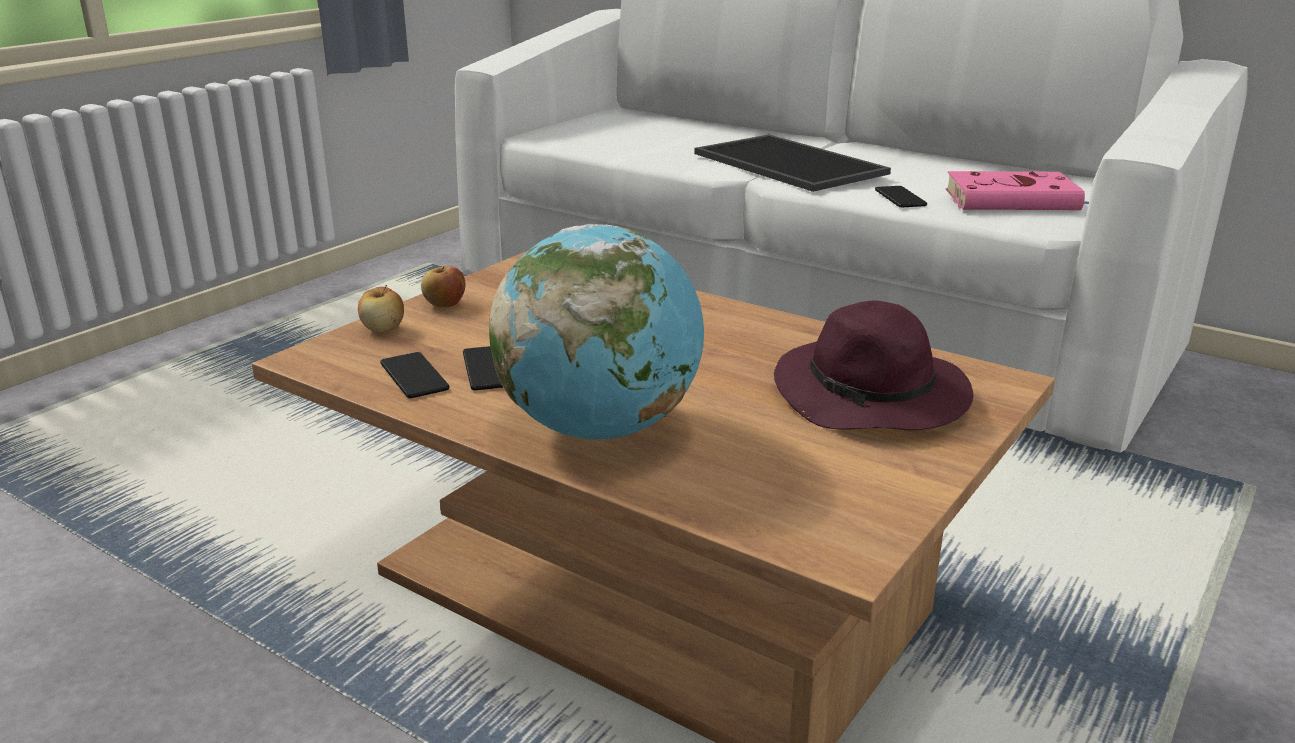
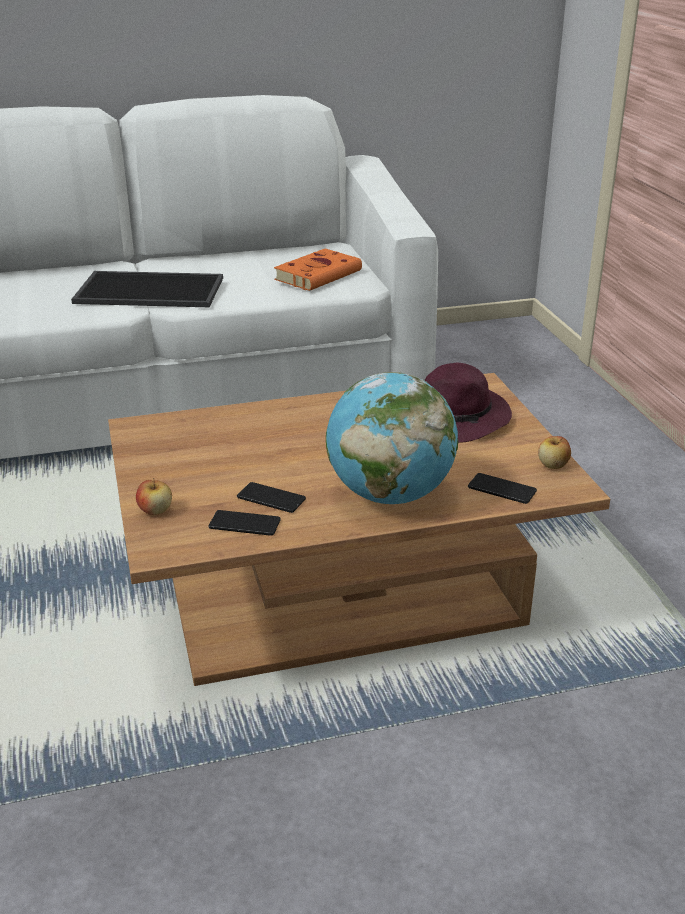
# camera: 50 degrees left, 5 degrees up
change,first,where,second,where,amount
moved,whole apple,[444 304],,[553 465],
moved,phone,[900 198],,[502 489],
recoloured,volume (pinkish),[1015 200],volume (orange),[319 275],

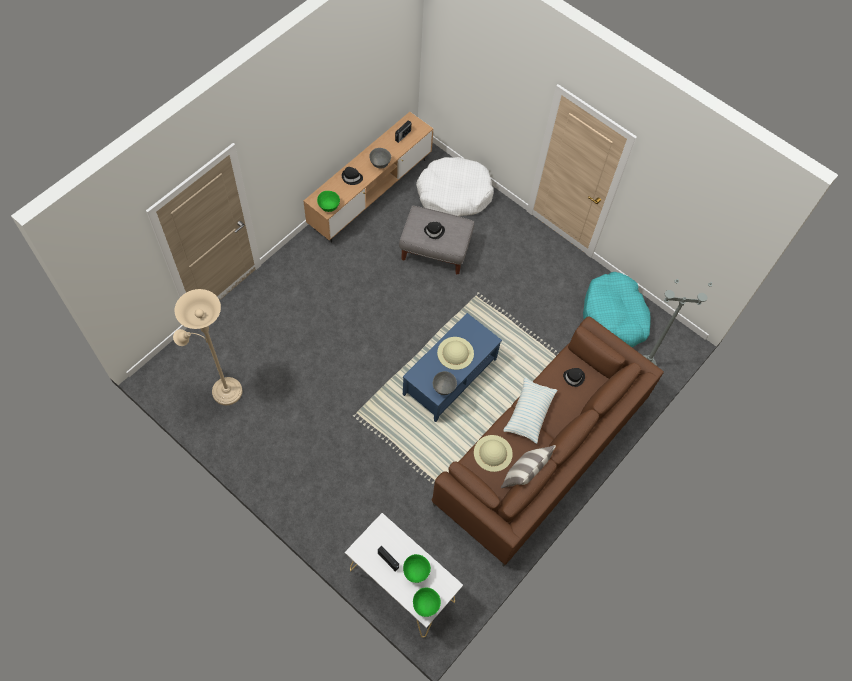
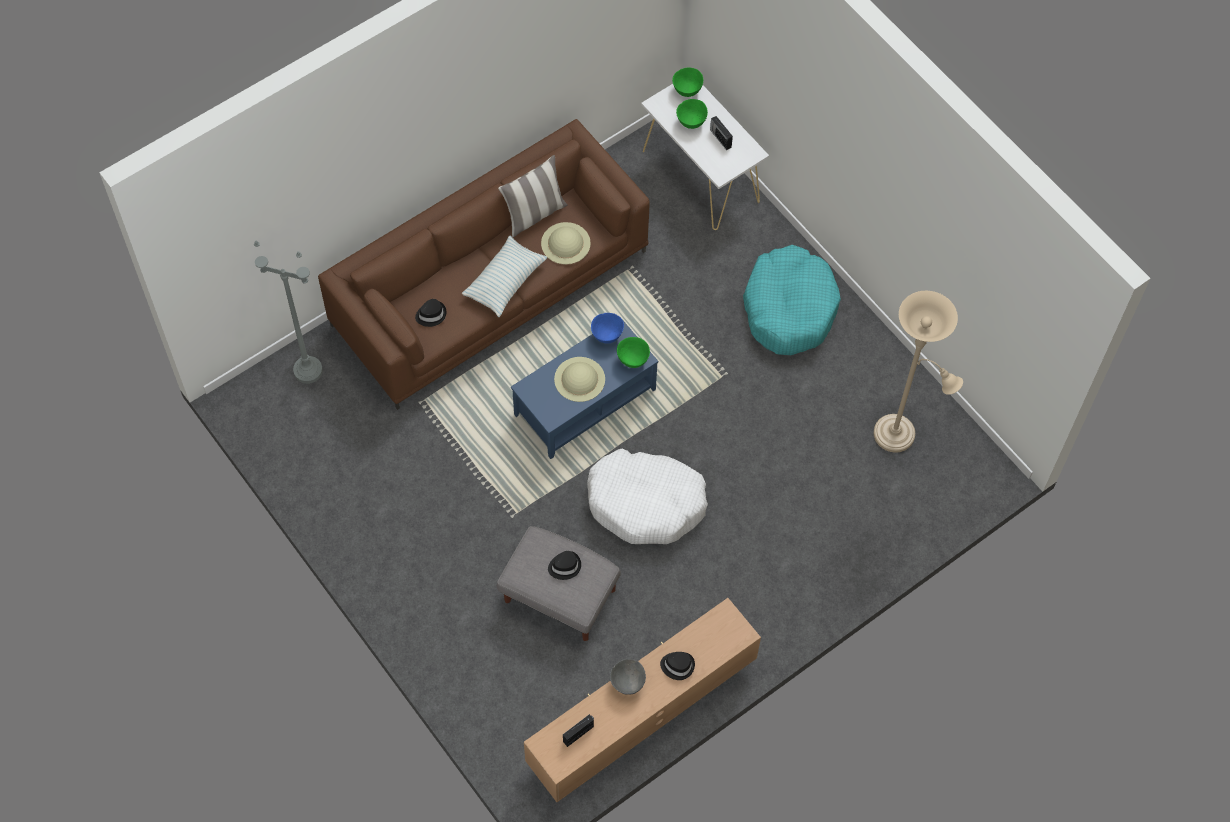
# camera: 165 degrees left, 0 degrees up
change,first,where,second,where,amount
moved,bowl (greenish),[328 207],,[633 360],
moved,pet bed (whitish),[454 193],,[646 503],
recoloured,bowl (grey),[444 388],bowl (blue-coloured),[606 336],
moved,pet bed (turquoise),[614 316],,[789 308],

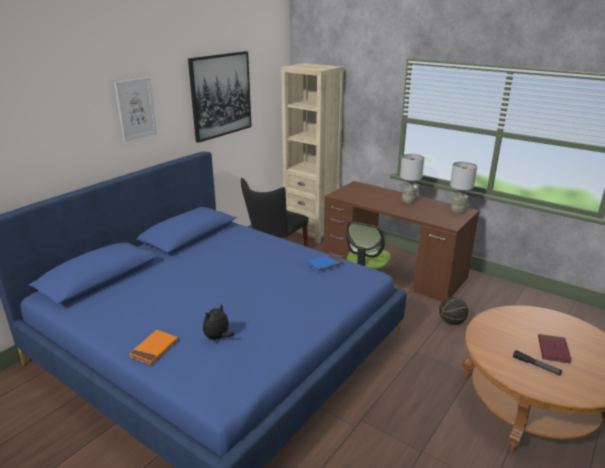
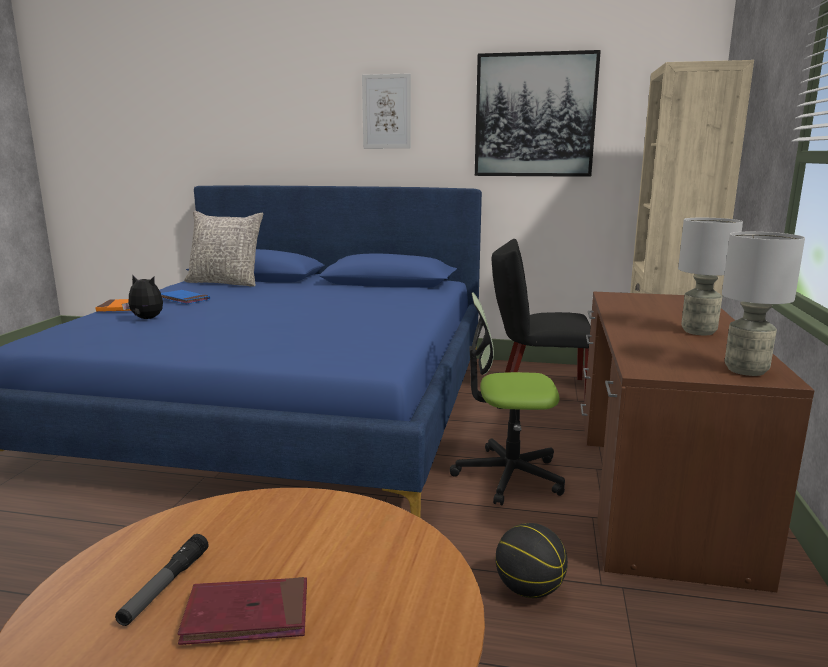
# camera: 65 degrees right, 10 degrees down
change,first,where,second,where,amount
moved,volume (blue-coloured),[325 264],,[184 299],
added,,,cushion (grey),[226 283],

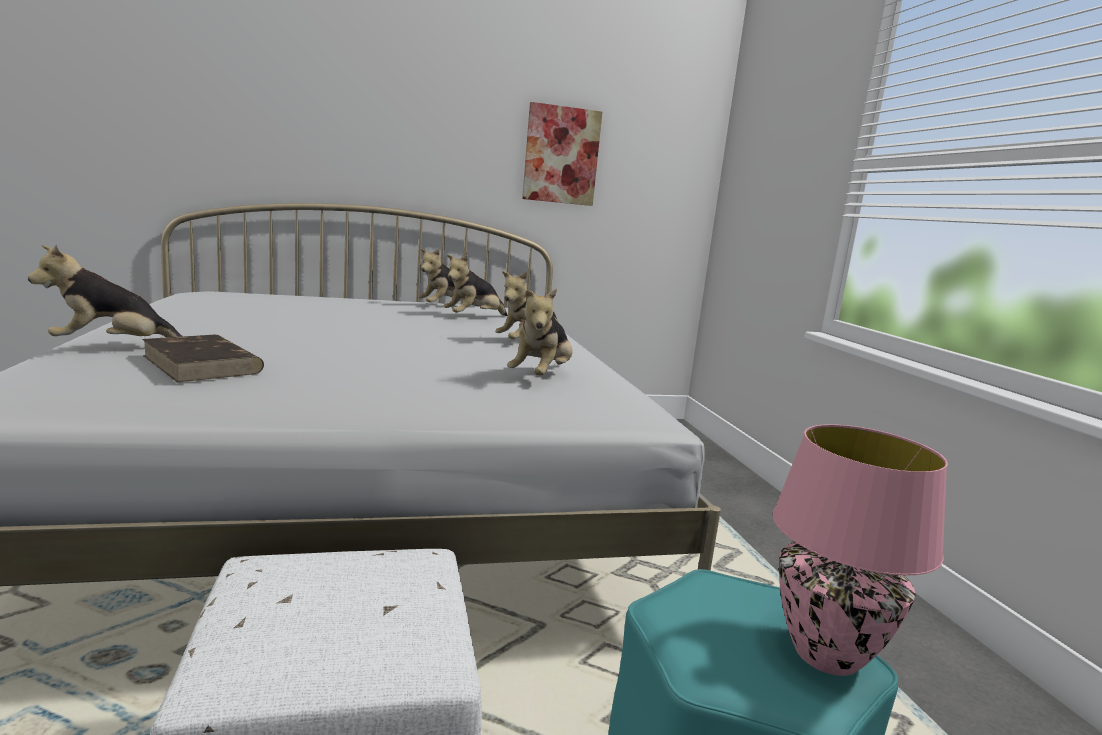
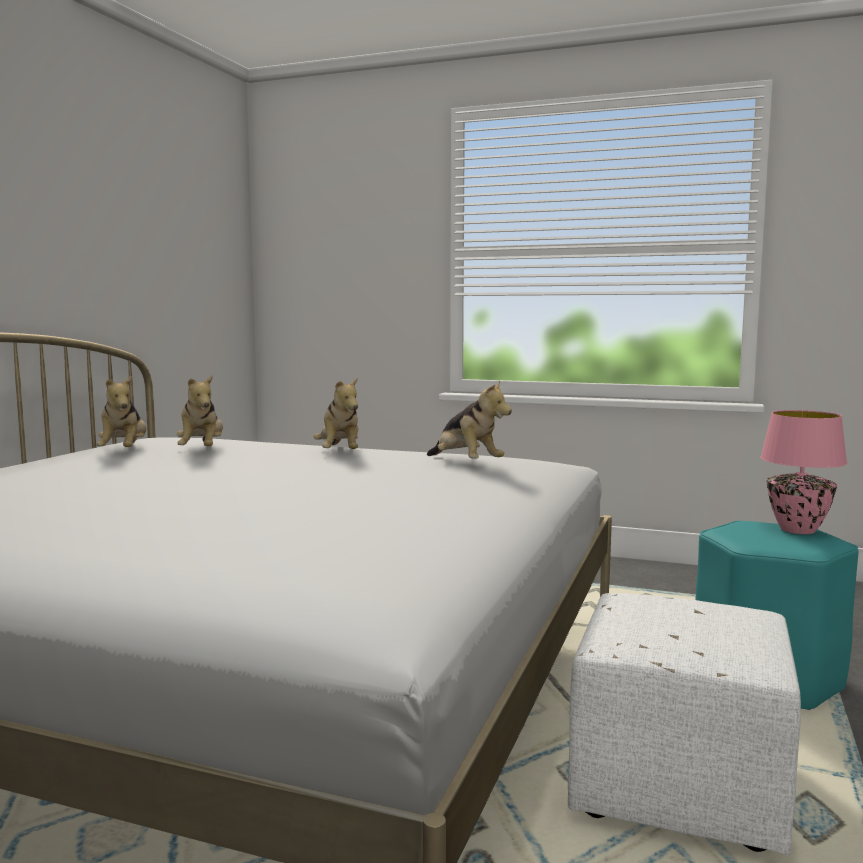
# camera: 55 degrees left, 5 degrees down
change,first,where,second,where,amount
removed,plush toy,[114 347],,,
removed,volume (brown),[202 364],,,
removed,picture,[561 155],,,

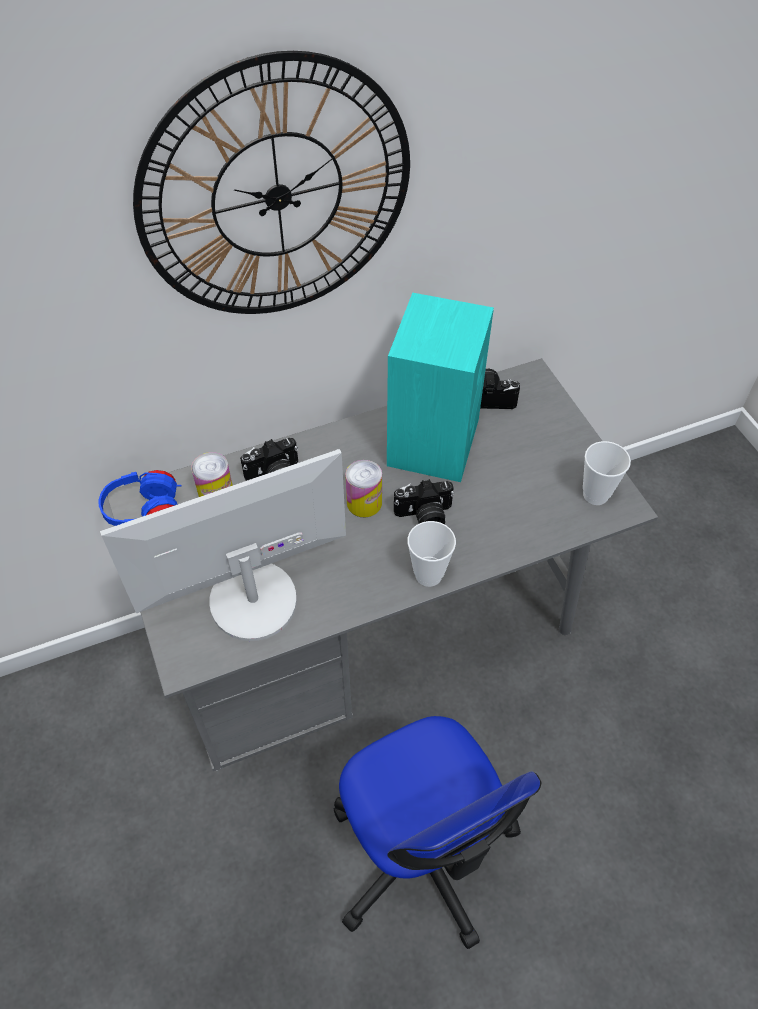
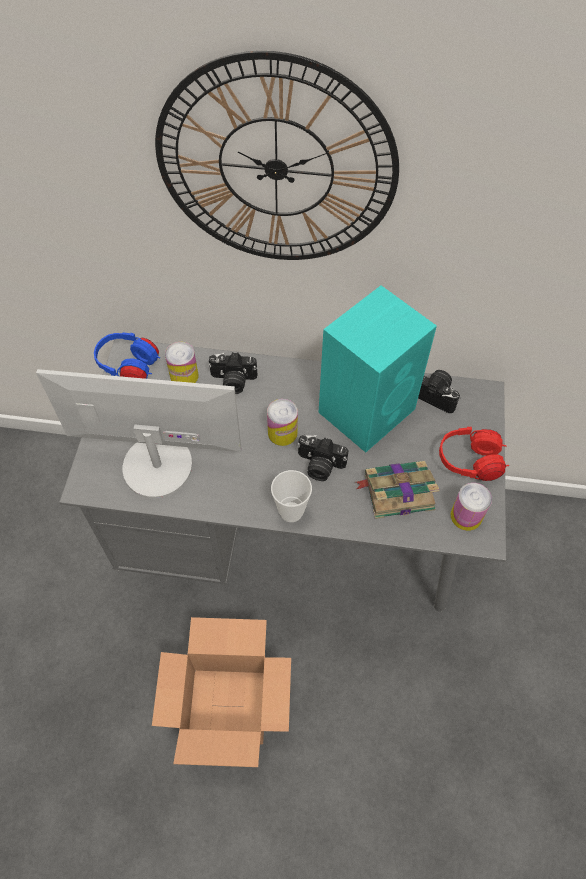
# camera: 30 degrees right, 5 degrees up
change,first,where,second,where,amount
replaced,office chair,[421 852],carton,[226 707],
replaced,drinking cup,[595 495],can,[466 516],
added,,,volume,[397 491],
added,,,headset (red-coloured),[469 462],

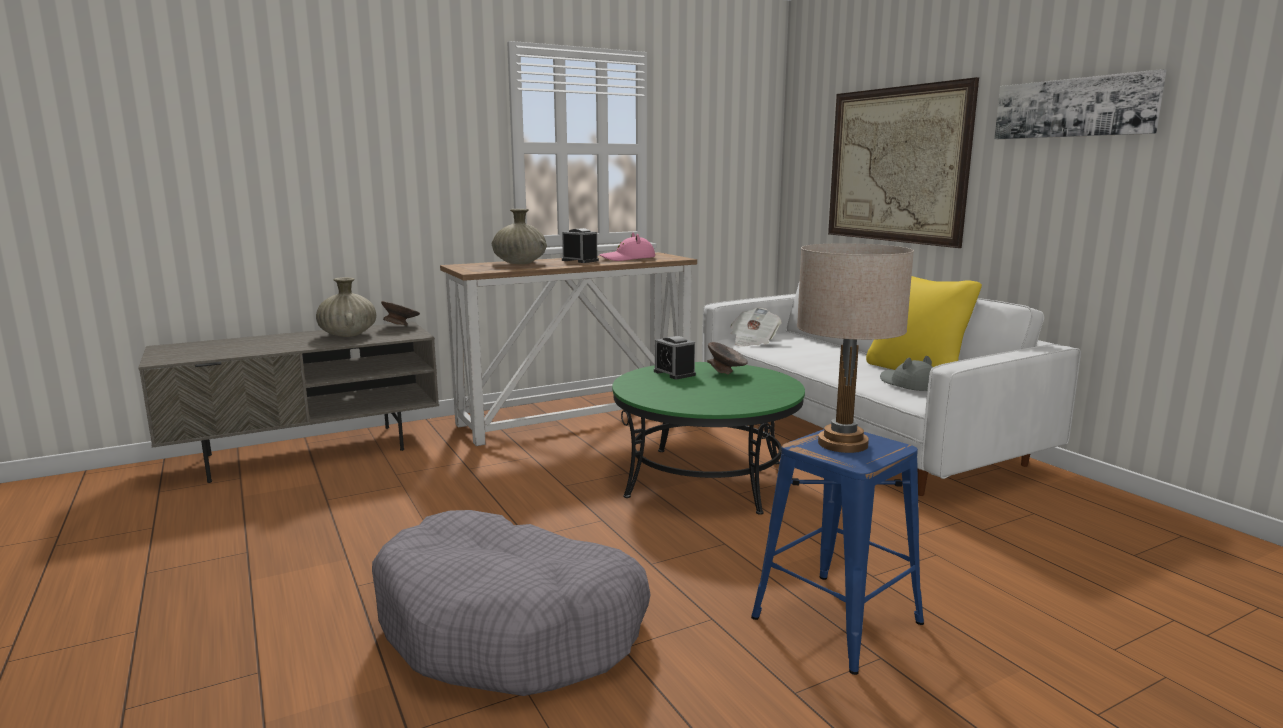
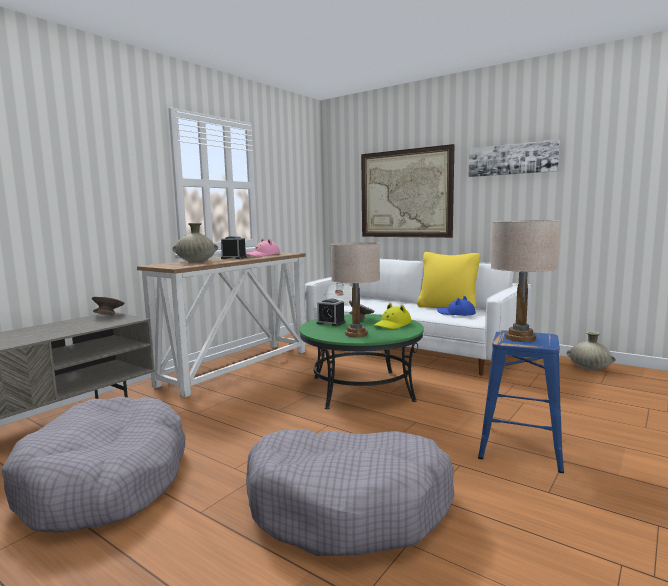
# camera: 25 degrees left, 5 degrees down
change,first,where,second,where,amount
moved,vase (sand-coloured),[348 335],,[589 368],
recoloured,wearable hat (grey),[908 384],wearable hat (blue-coloured),[456 313],
added,,,pet bed (grey),[106 481],
added,,,table lamp (sand-coloured),[356 334],
added,,,wearable hat (yellow-coloured),[392 325],

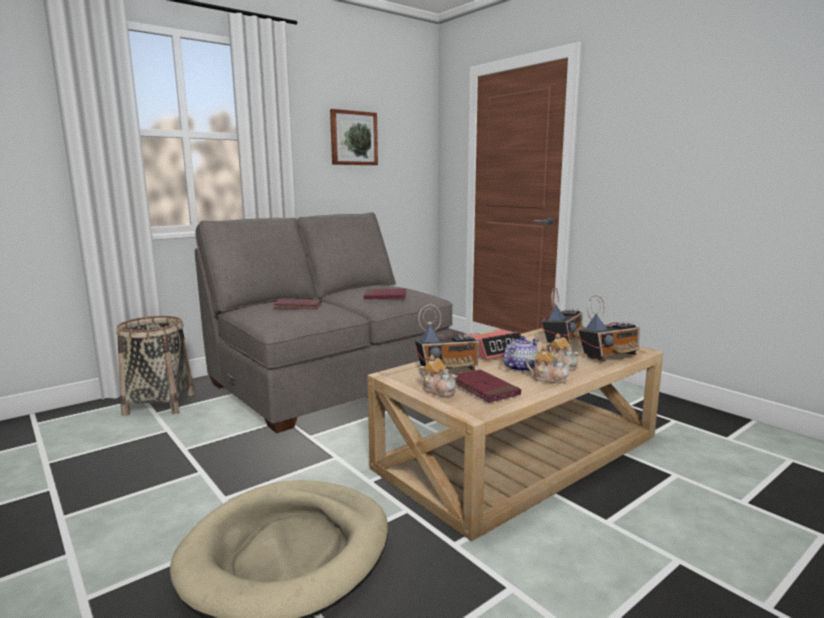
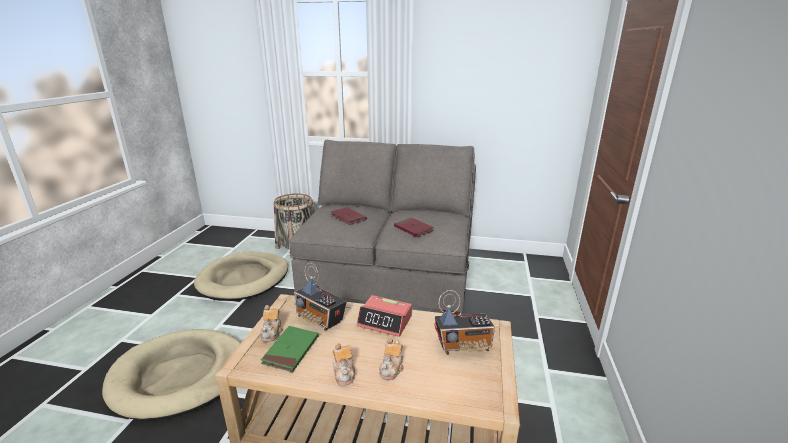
# camera: 50 degrees right, 10 degrees up
change,first,where,second,where,amount
removed,picture,[353 138],,,
recoloured,volume (red-coloured),[484 389],volume (greenish),[291 350],
removed,tea pot,[520 367],,,
removed,radio,[609 356],,,
added,,,pet bed (sand-coloured),[244 279],

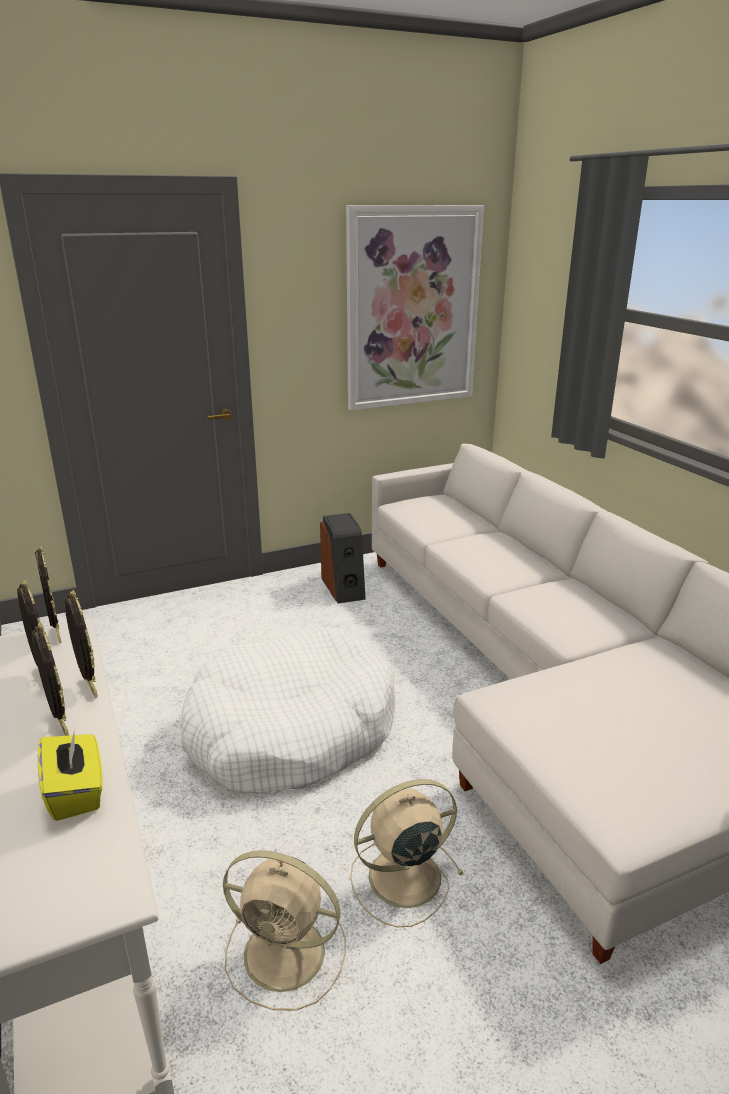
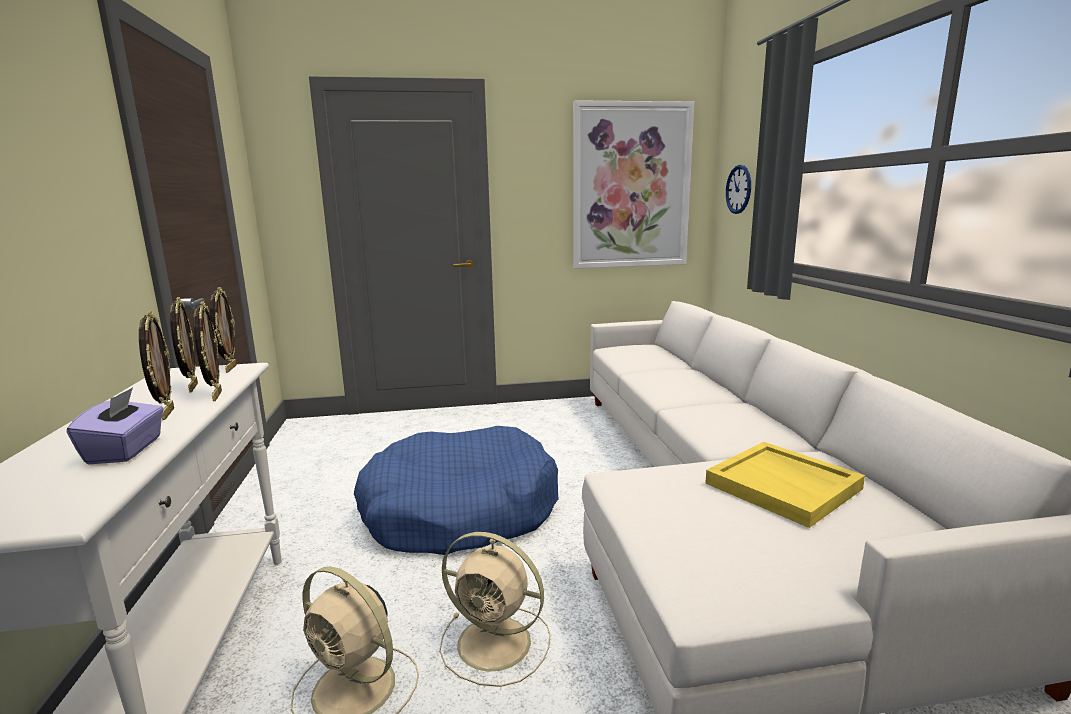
# camera: 15 degrees right, 10 degrees down
change,first,where,second,where,amount
recoloured,tissue box (yellow-coloured),[76 792],tissue box (purple-coloured),[126 450],
recoloured,pet bed (whitish),[291 730],pet bed (blue-coloured),[460 511],
removed,speaker,[344 588],,,
turned,fan (sand-coloured),[401 878],,[497 643],150 degrees counterclockwise
added,,,tray (yellow-coloured),[784 486],
added,,,wall clock,[738 189],

